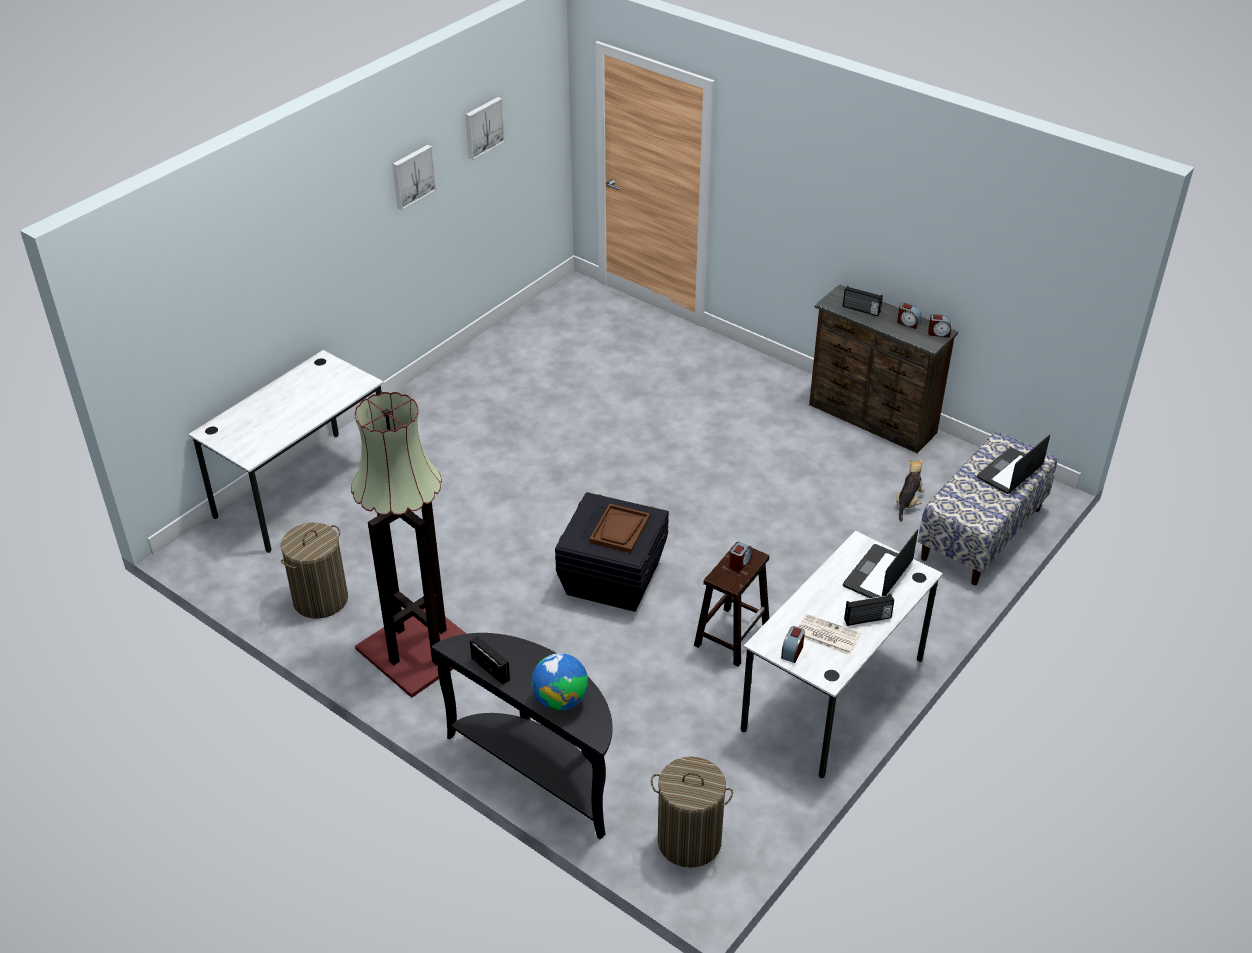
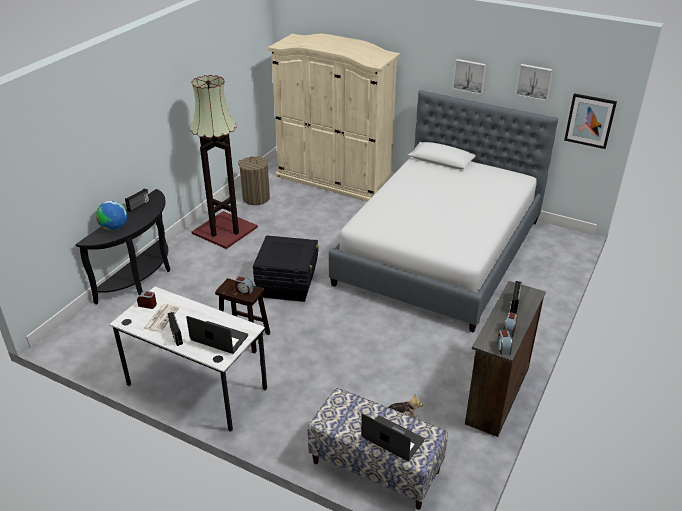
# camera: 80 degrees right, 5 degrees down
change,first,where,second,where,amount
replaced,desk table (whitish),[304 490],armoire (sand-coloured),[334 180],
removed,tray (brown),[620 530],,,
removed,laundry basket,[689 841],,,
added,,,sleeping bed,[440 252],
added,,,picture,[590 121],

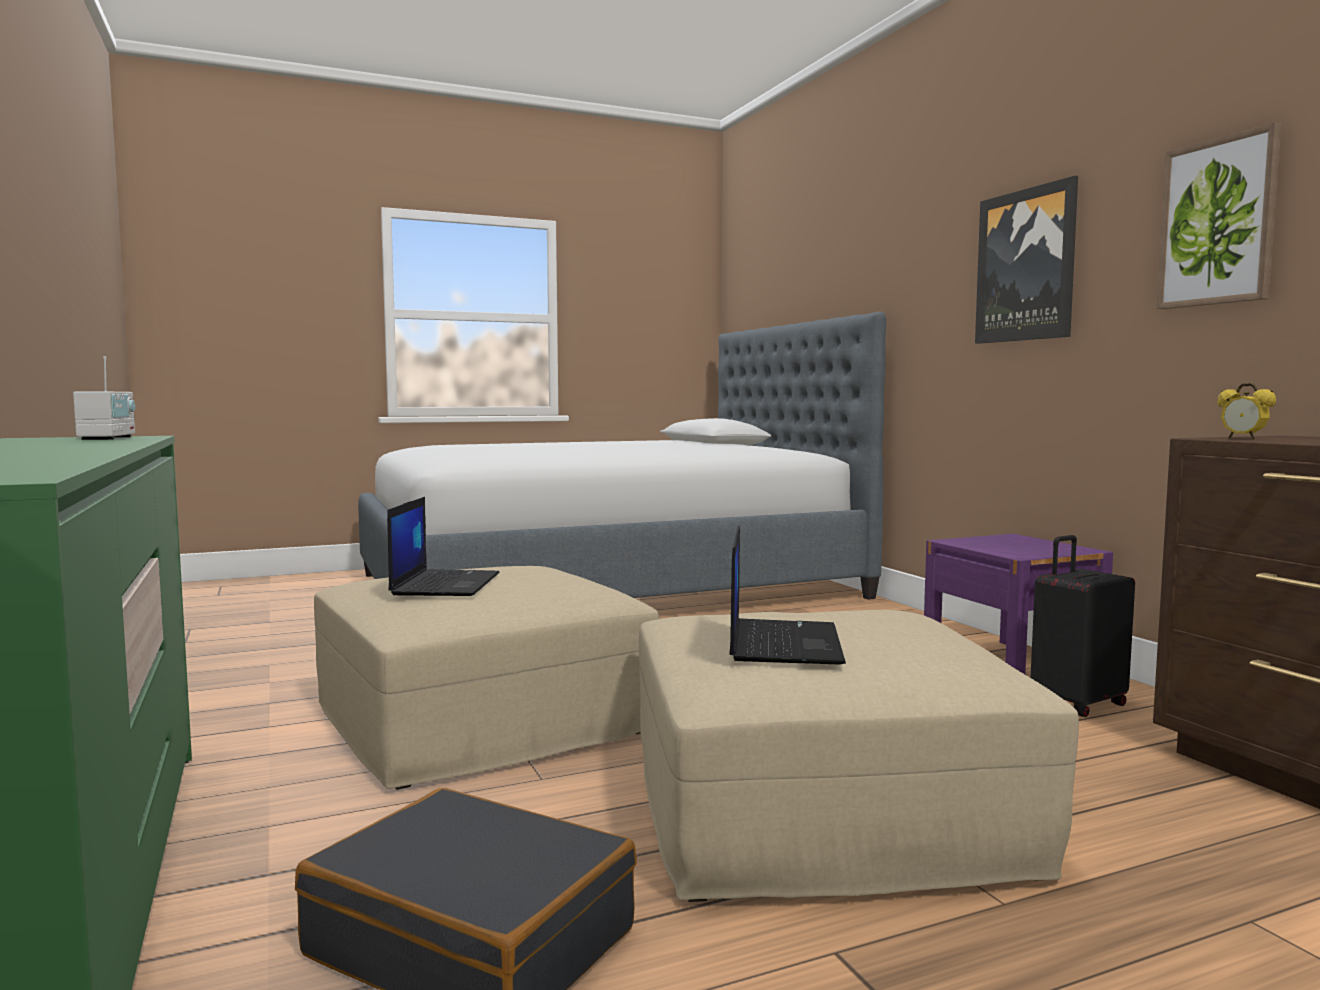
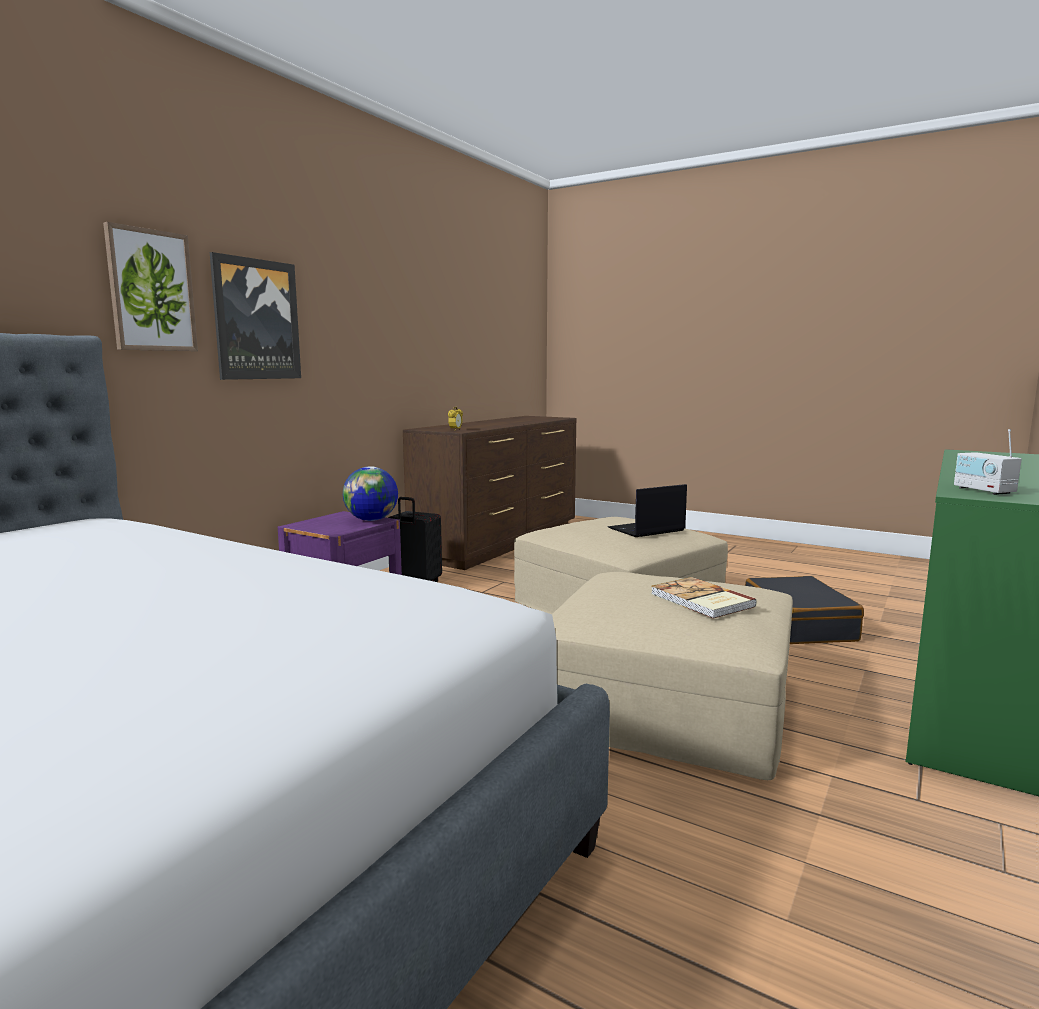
# camera: 125 degrees left, 5 degrees up
change,first,where,second,where,amount
turned,radio,[108 438],,[983 491],60 degrees counterclockwise
replaced,laptop,[445 584],volume,[701 601],
moved,picture,[1218 222],,[151 290],
added,,,world globe,[371 520],

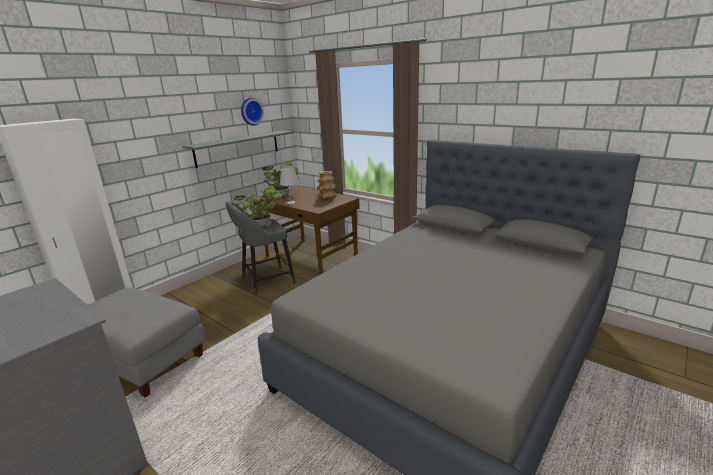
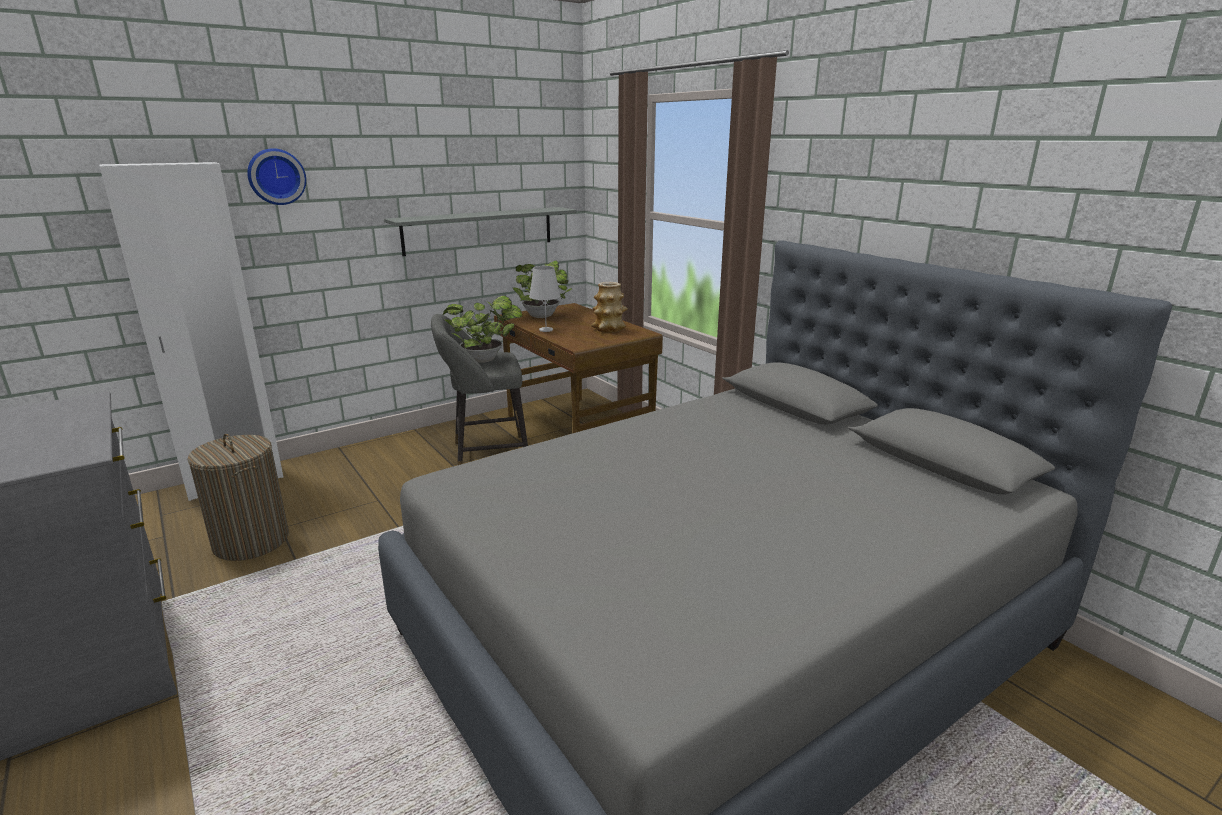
# camera: 15 degrees right, 0 degrees up
change,first,where,second,where,amount
replaced,ottoman (grey),[142 360],laundry basket,[251 541],
moved,wall clock,[250 111],,[276 176],

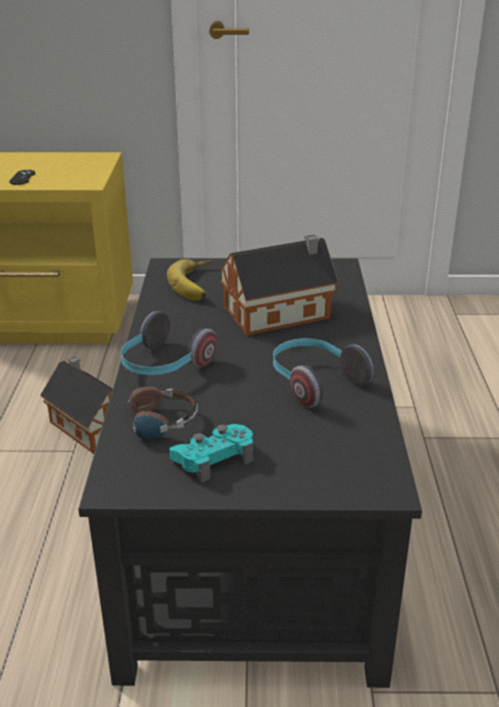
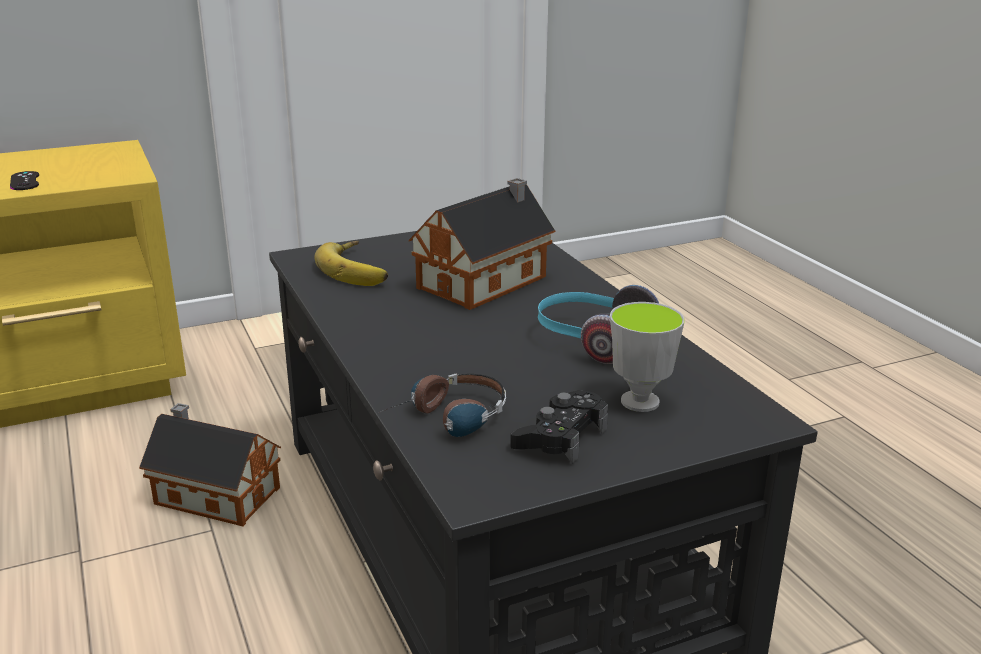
# camera: 25 degrees left, 5 degrees down
change,first,where,second,where,amount
removed,headset,[163 366],,,
recoloured,game controller (turquoise),[214 458],game controller (black-coloured),[560 437],
added,,,drinking cup,[640 402],

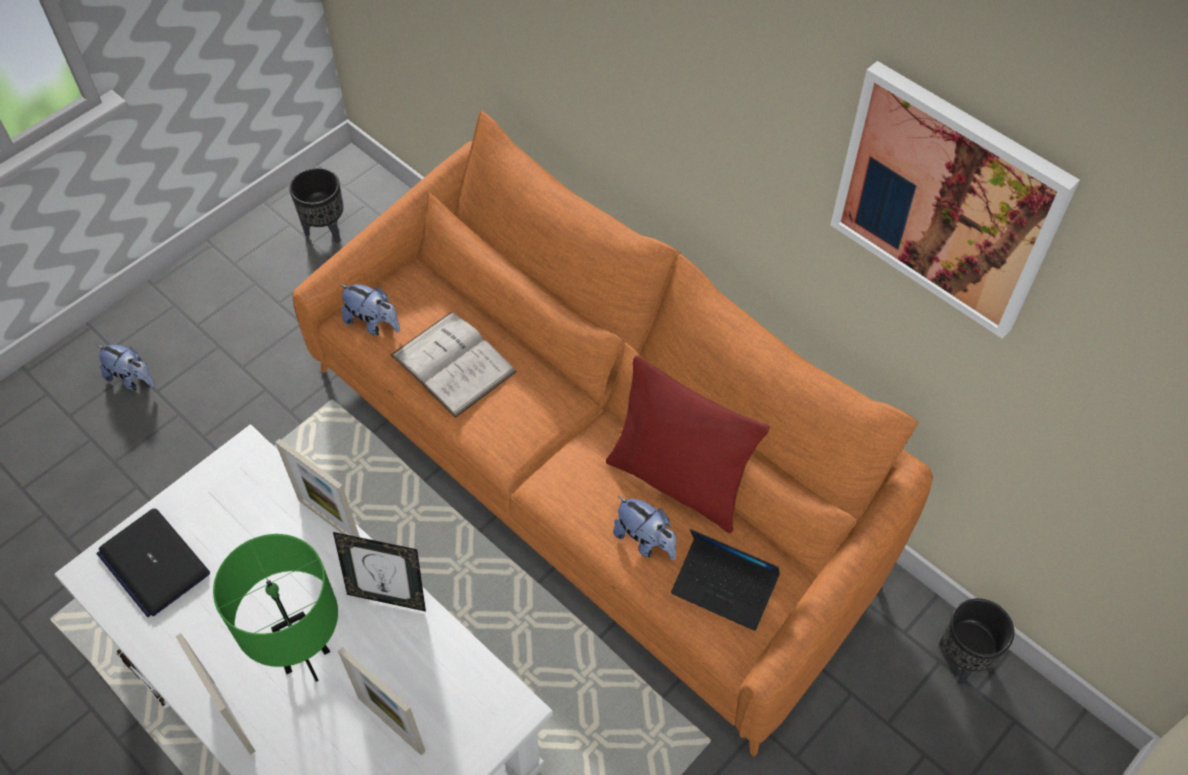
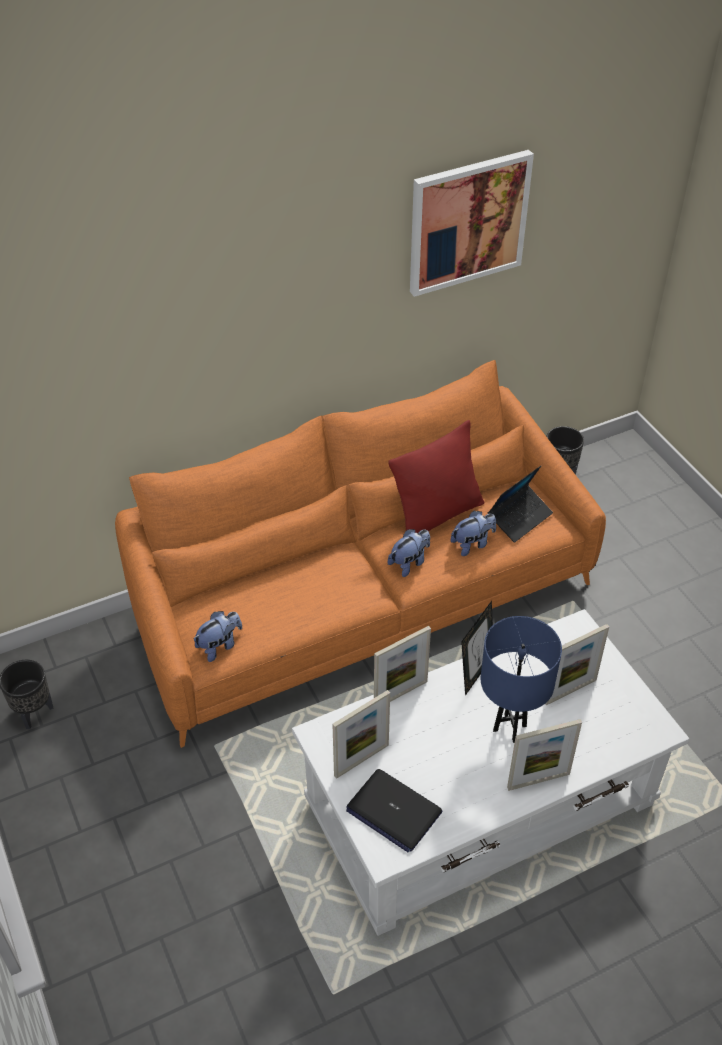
# camera: 70 degrees left, 10 degrees down
change,first,where,second,where,amount
moved,plush toy,[132 379],,[409 563],
turned,laptop,[153 563],,[393 811],60 degrees clockwise
recoloured,table lamp (greenish),[307 661],table lamp (blue-coloured),[509 728],
removed,volume (whitish),[453 363],,,
added,,,standing frame,[361 760],

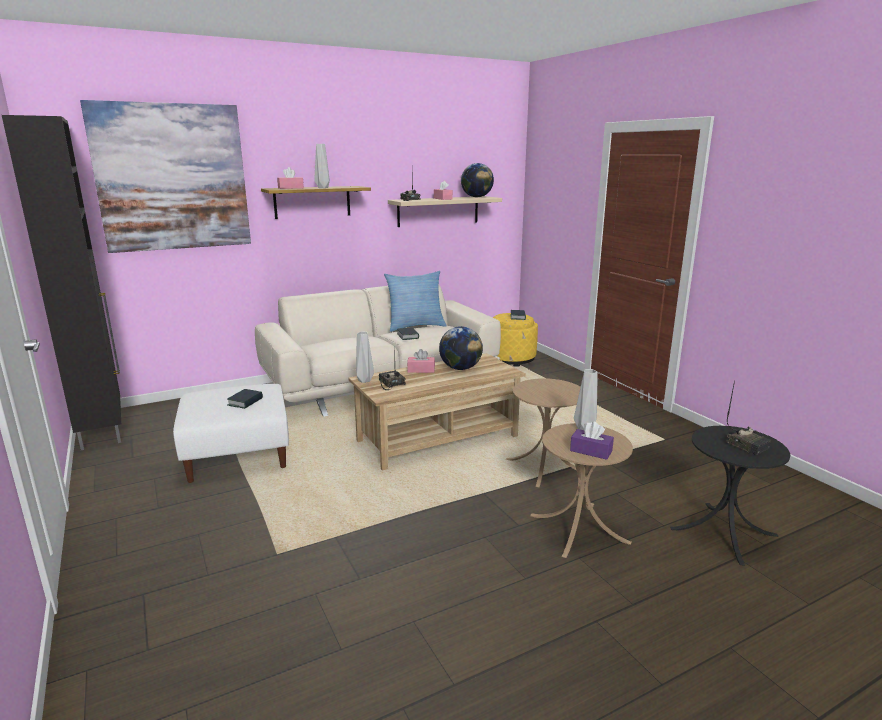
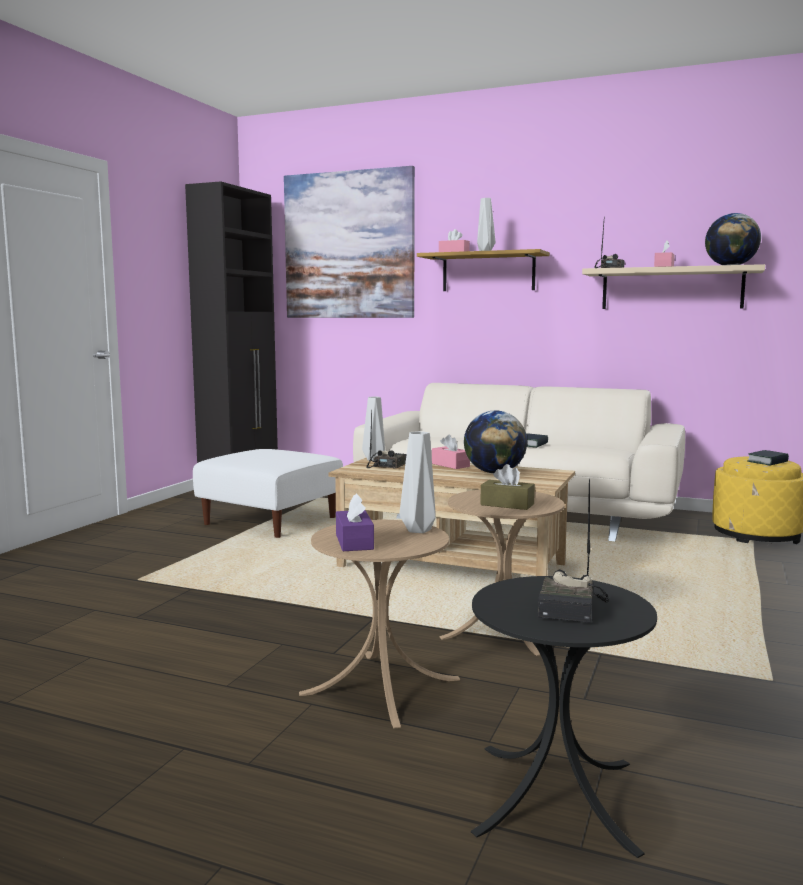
# camera: 50 degrees right, 10 degrees down
change,first,where,second,where,amount
removed,volume,[245 402],,,
removed,cushion,[415 326],,,
added,,,tissue box (brown),[507 504],

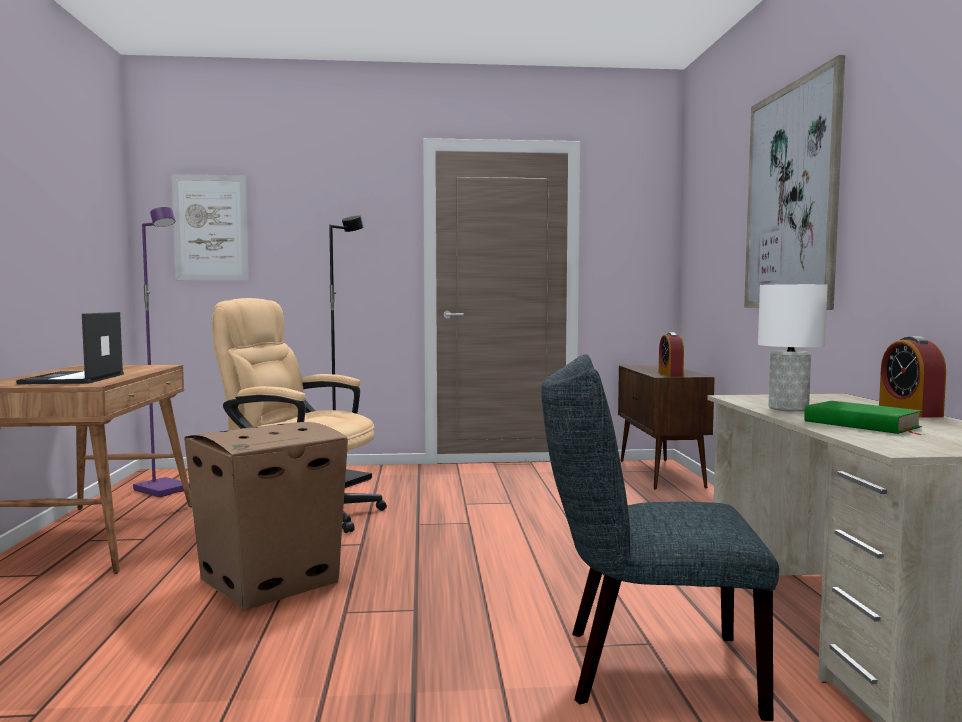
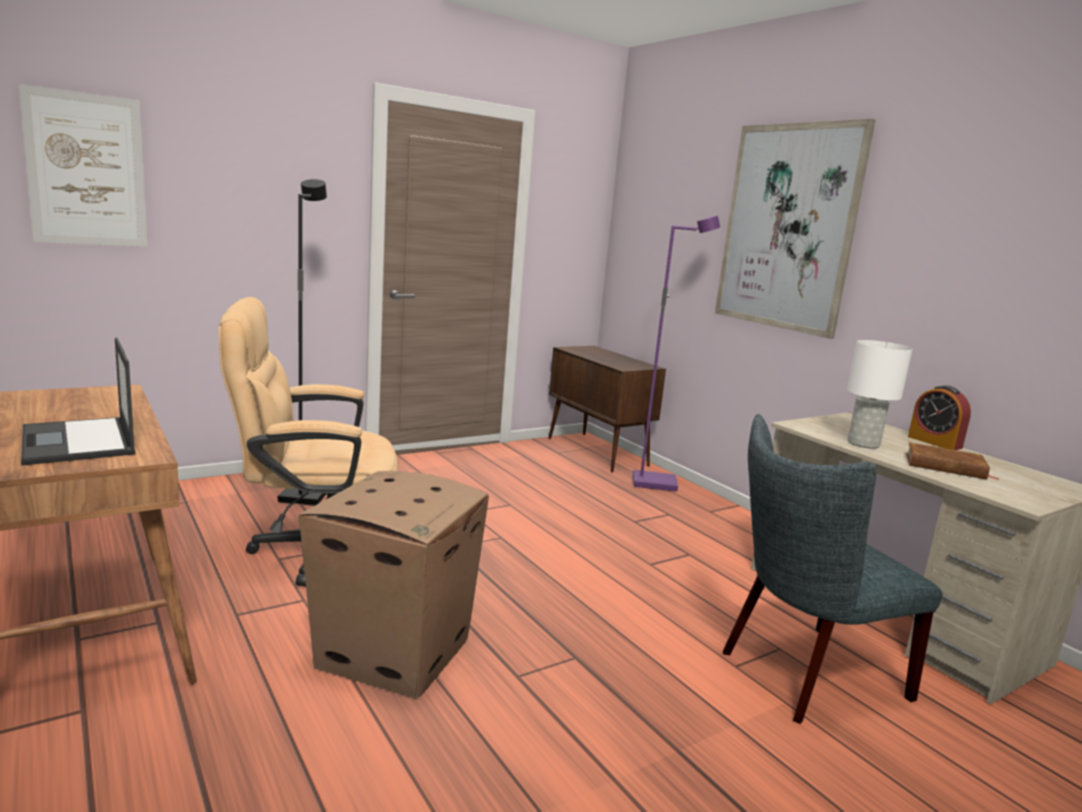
# camera: 30 degrees left, 10 degrees up
change,first,where,second,where,amount
moved,standard lamp (purple-coloured),[164 490],,[655 483],
removed,alarm clock,[670 374],,,
recoloured,volume (greenish),[862 424],volume (brown),[945 466],

